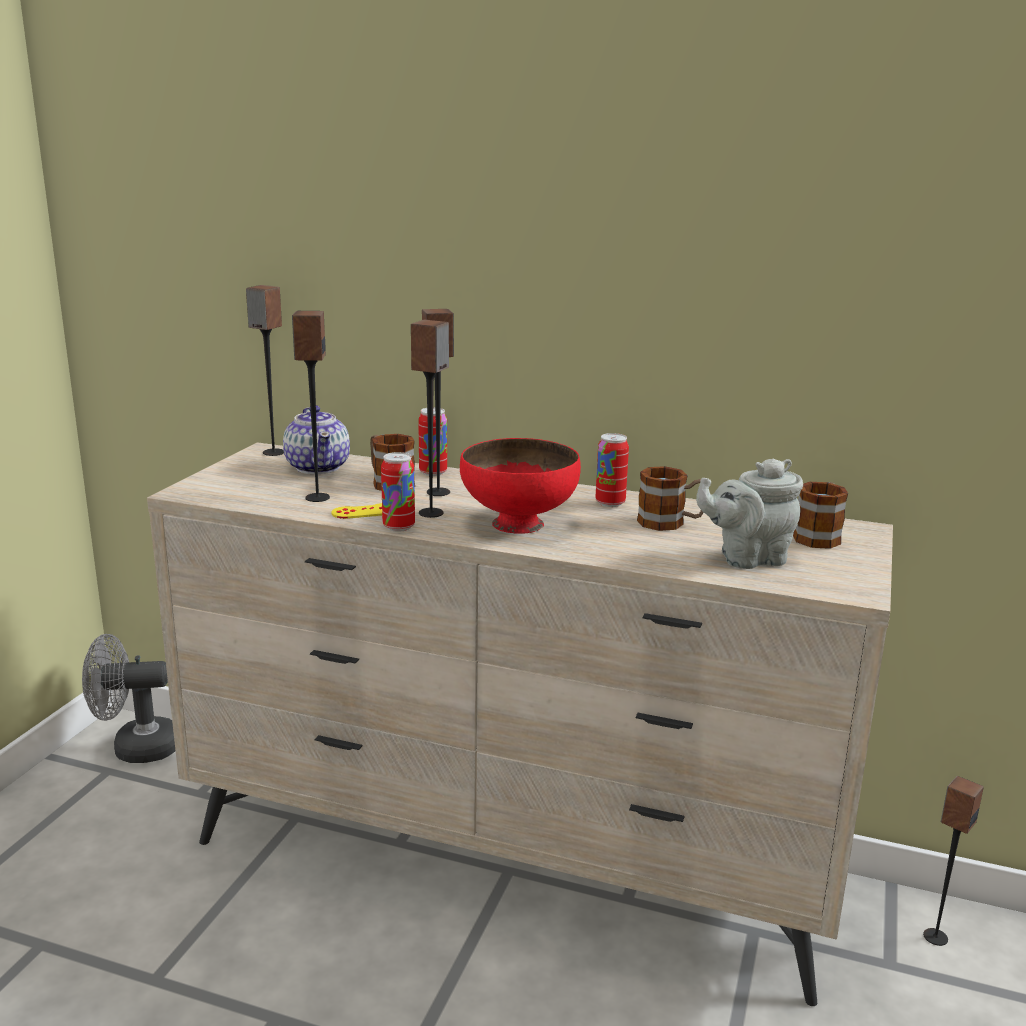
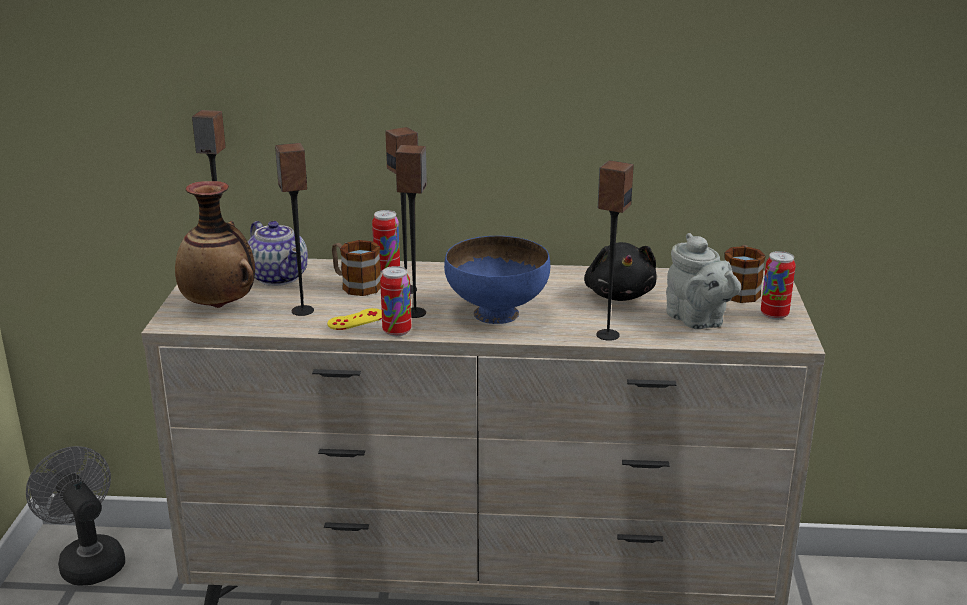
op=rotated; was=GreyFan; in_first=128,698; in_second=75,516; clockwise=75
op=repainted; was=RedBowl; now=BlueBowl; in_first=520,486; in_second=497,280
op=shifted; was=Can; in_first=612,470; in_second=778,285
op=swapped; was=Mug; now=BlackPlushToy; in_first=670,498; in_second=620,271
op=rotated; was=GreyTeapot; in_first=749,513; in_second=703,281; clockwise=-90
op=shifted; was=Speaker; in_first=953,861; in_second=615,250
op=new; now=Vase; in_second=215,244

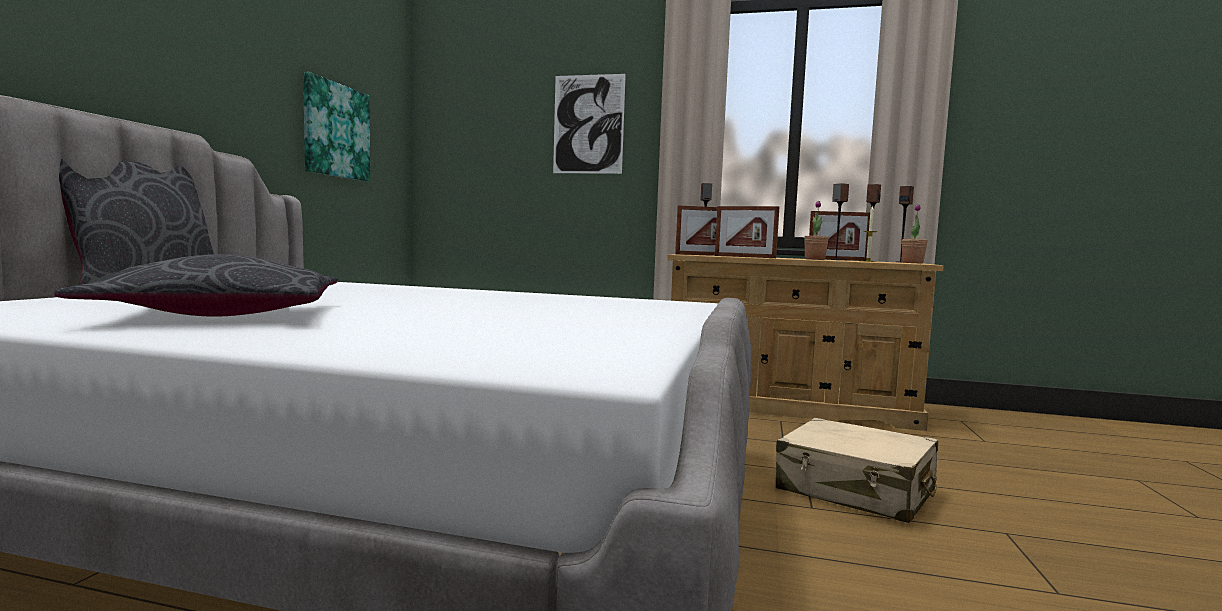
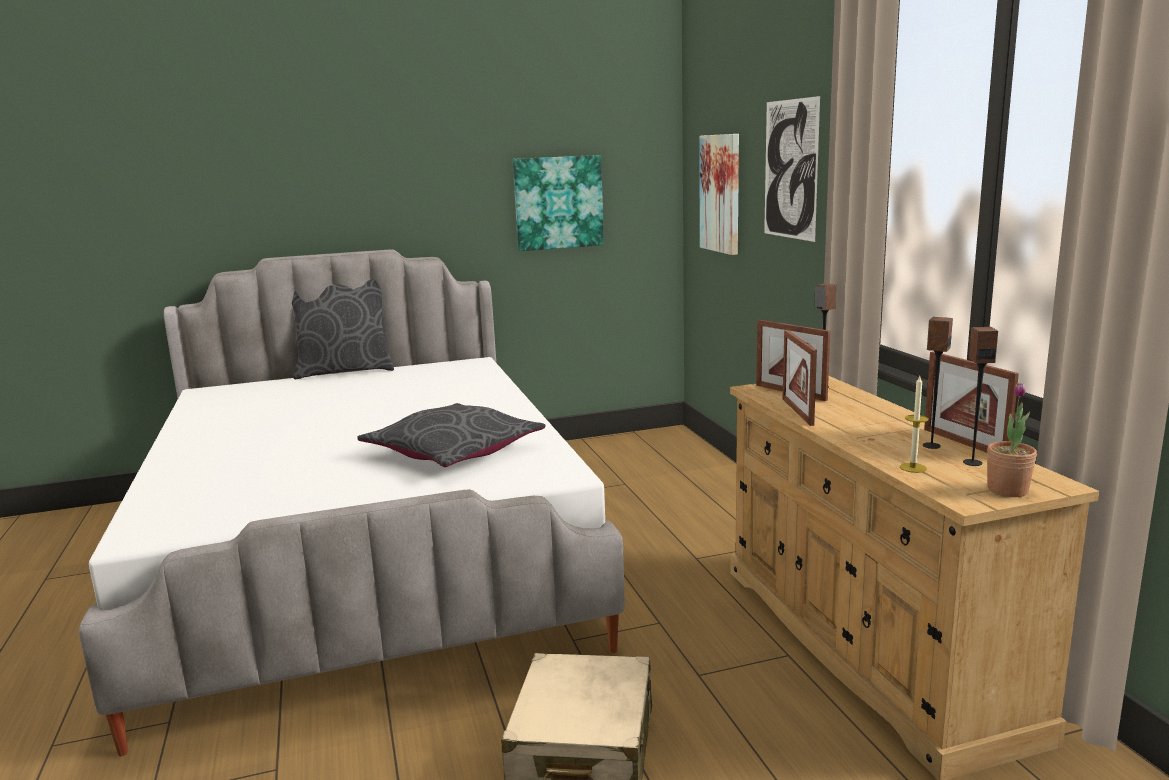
op=shifted; was=GreyPillow; in_first=196,285; in_second=451,435
op=gone; was=PottedPlant; in_first=816,230
op=gone; was=Speaker; in_first=905,224
op=new; now=Picture; in_second=719,194

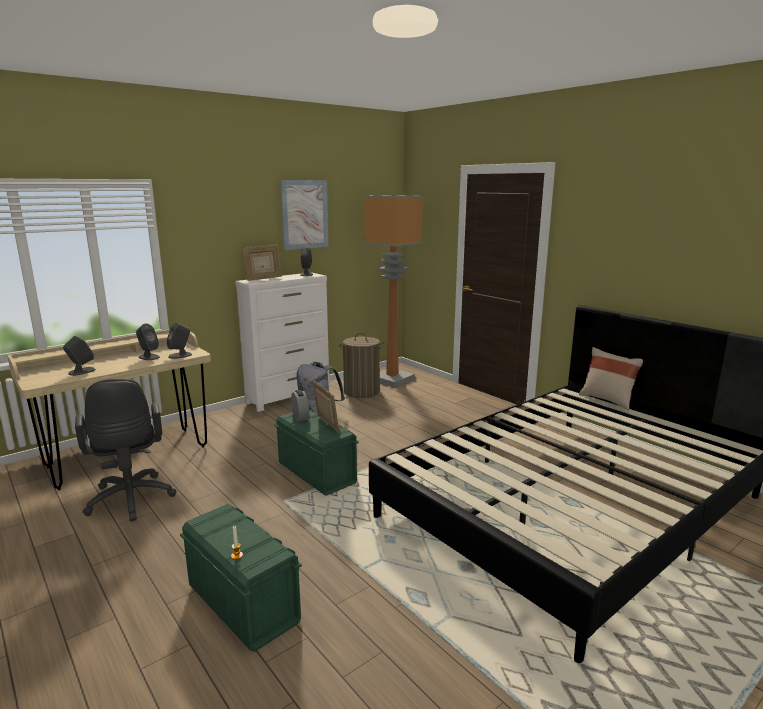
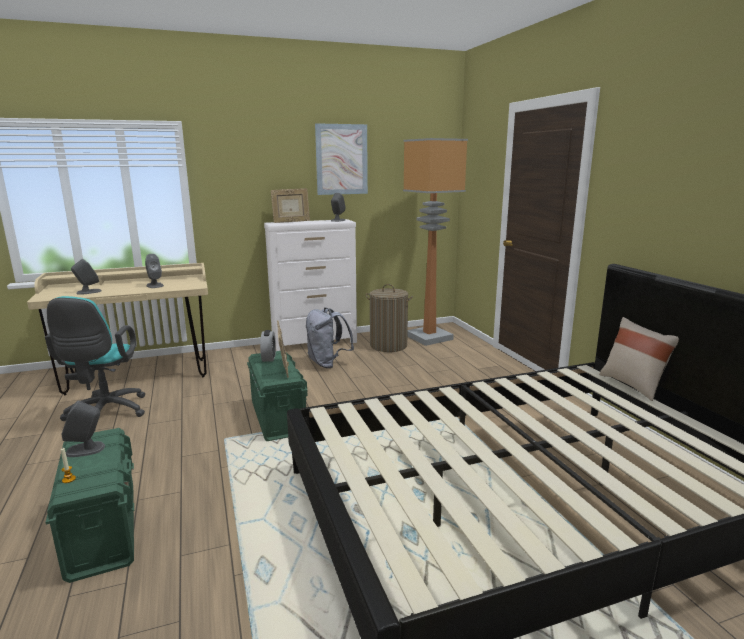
op=repainted; was=BlackOfficeChair; now=TurquoiseOfficeChair; in_first=126,450; in_second=95,363
op=shifted; was=GreySpeaker; in_first=179,340; in_second=83,428

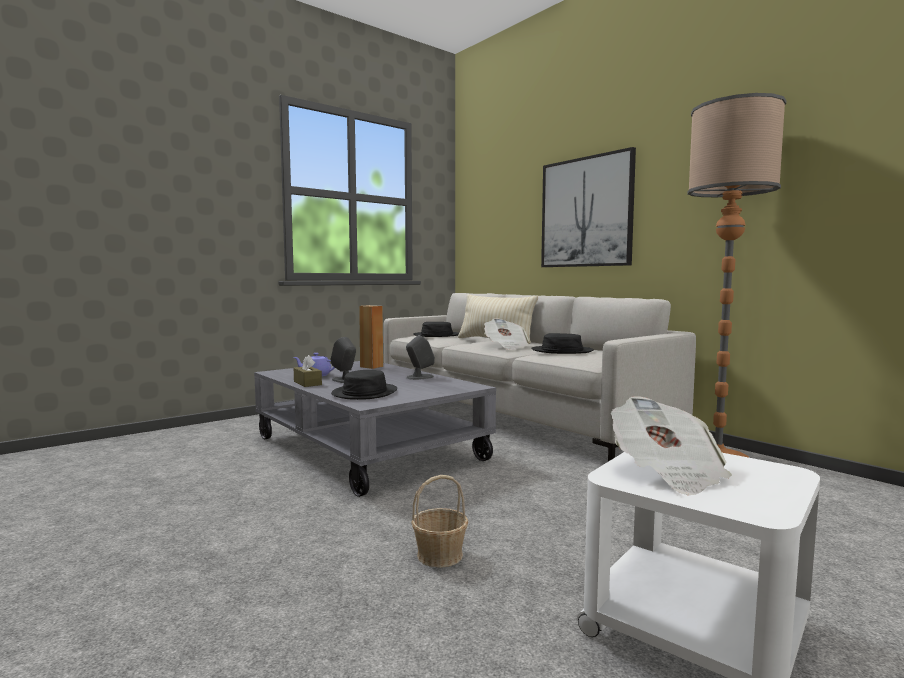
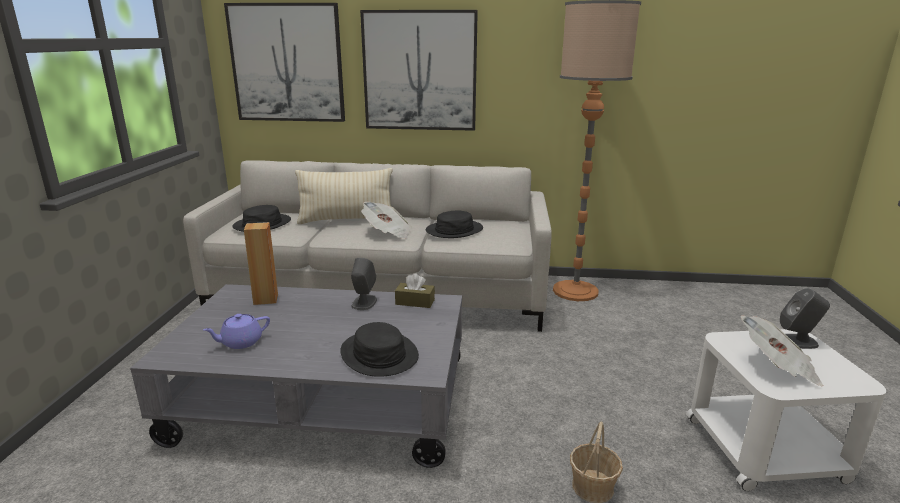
op=shifted; was=BrownTissueBox; in_first=308,371; in_second=415,290
op=shifted; was=GreySpeaker; in_first=343,360; in_second=805,318
op=new; now=Picture; in_second=284,62

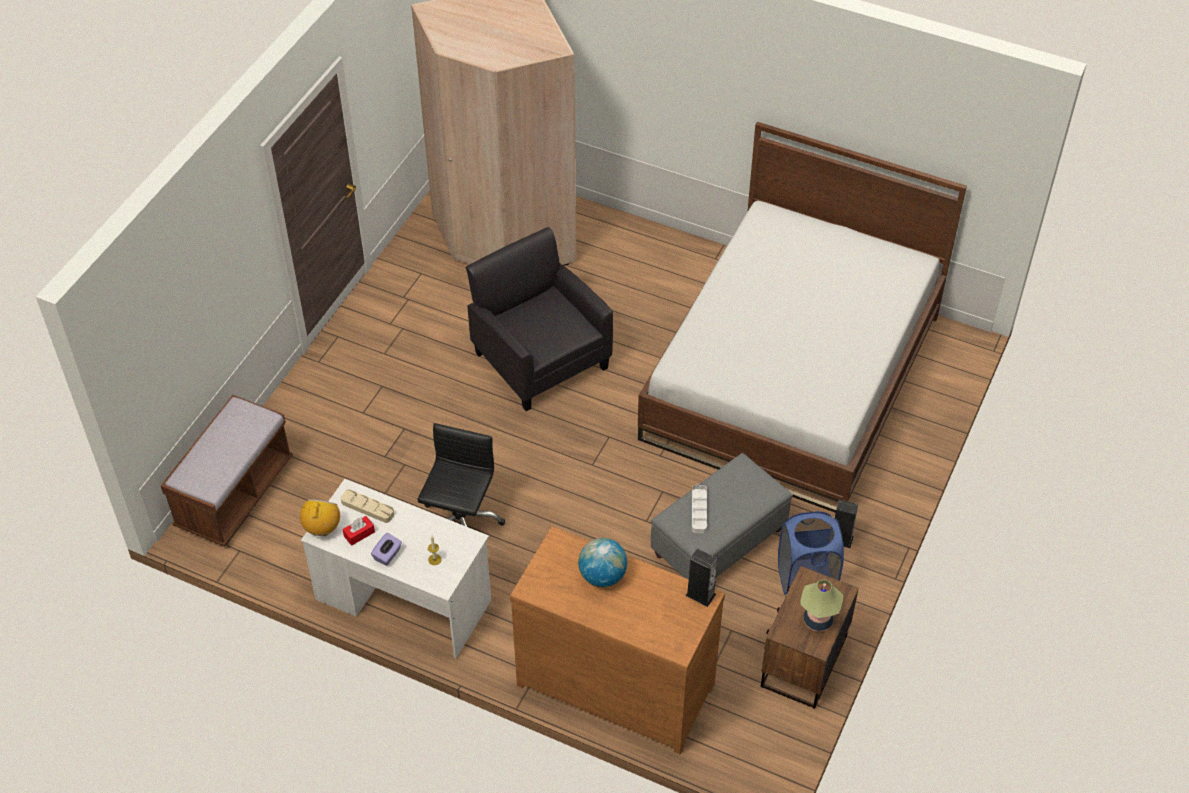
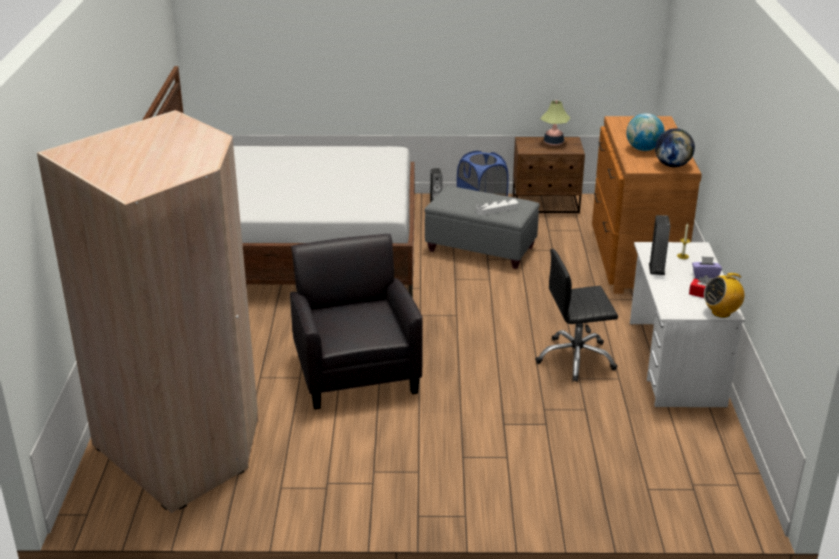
op=gone; was=BrownBench; in_first=227,471
op=gone; was=BeigeTray; in_first=367,506
op=rotated; was=BlackArmchair; in_first=539,319; in_second=356,321; clockwise=135
op=shifted; was=Speaker; in_first=701,578; in_second=659,245
op=new; now=Globe; in_second=675,147

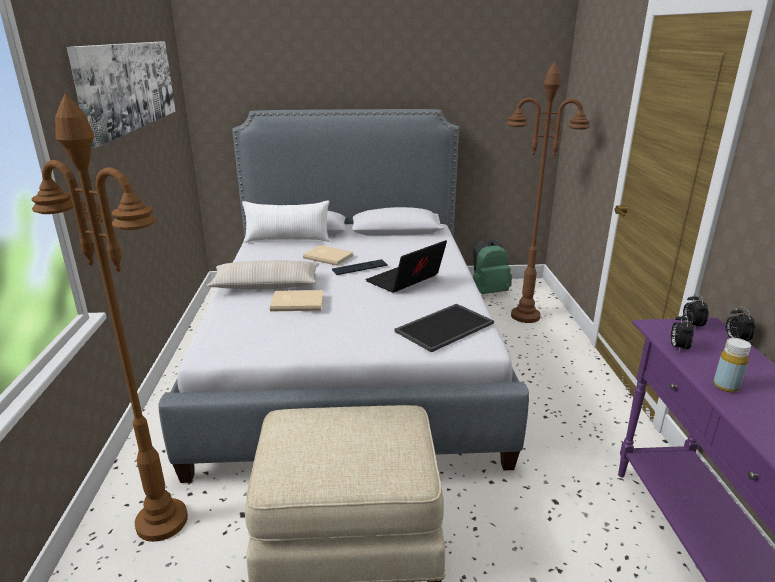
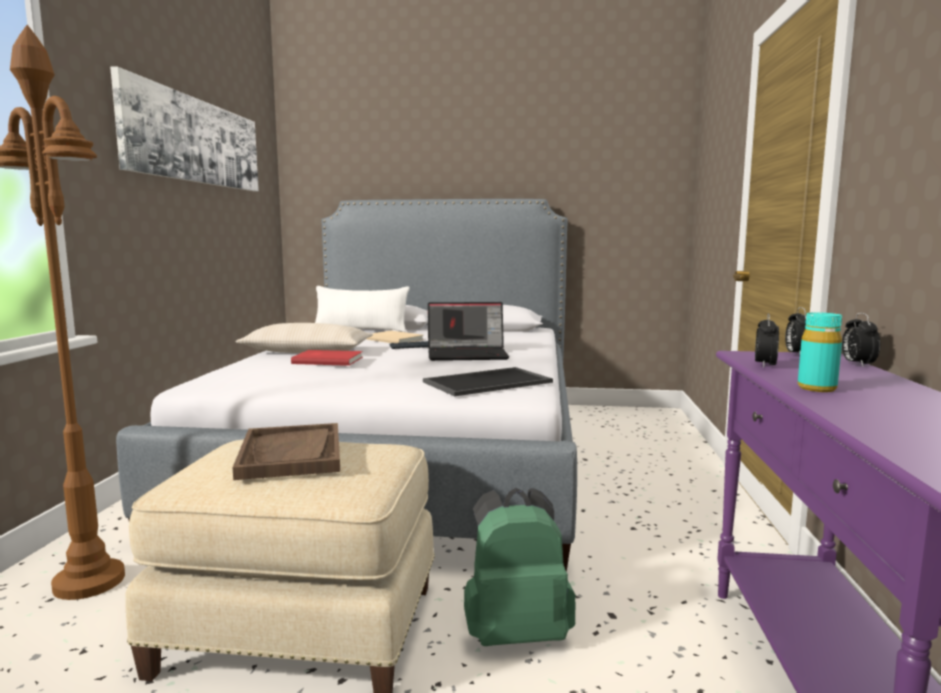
op=repainted; was=BeigeBook; now=RedBook; in_first=297,301; in_second=327,358
op=rotated; was=Laptop; in_first=406,266; in_second=468,331; clockwise=-150
op=shifted; was=GreenBackpack; in_first=492,267; in_second=520,567
op=gone; was=BrownFloorLamp; in_first=548,192
op=repainted; was=YellowBottle; now=TurquoiseBottle; in_first=732,365; in_second=820,352
op=new; now=BrownTray; in_second=286,451

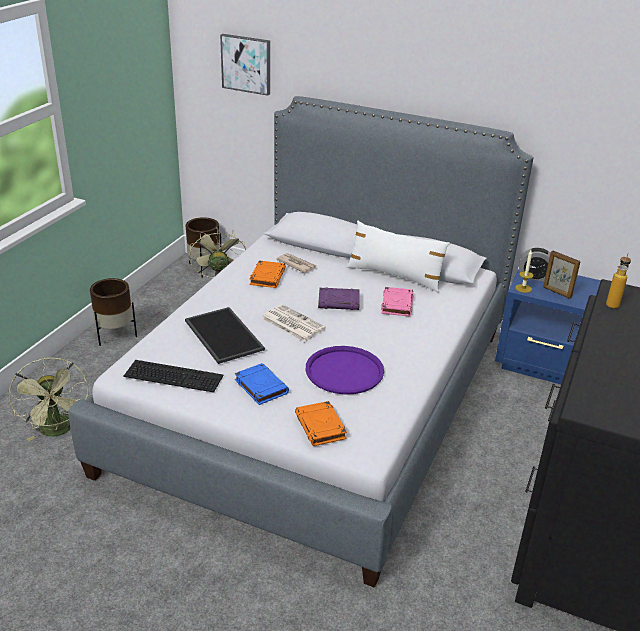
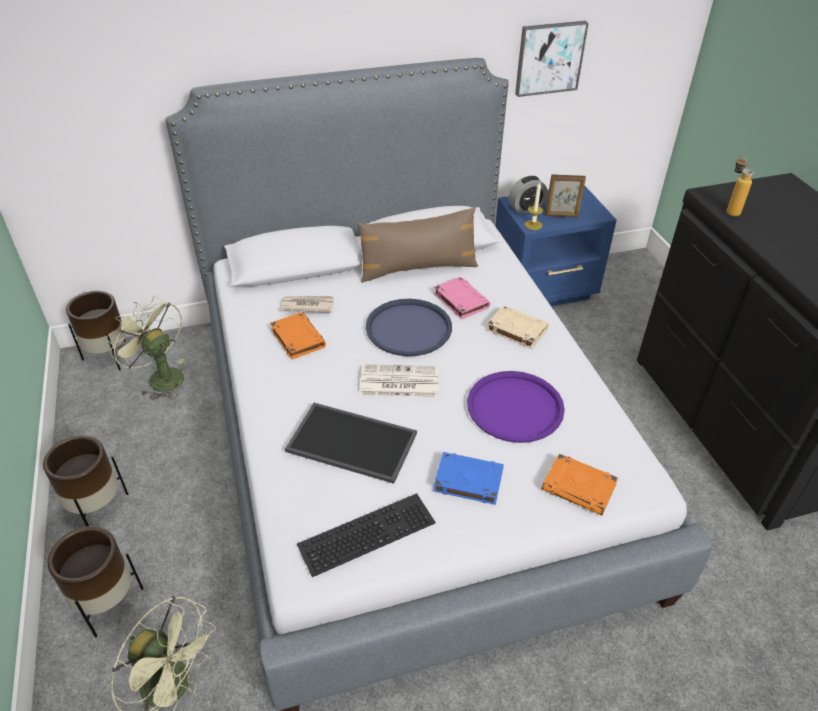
op=shifted; was=Picture; in_first=245,65; in_second=552,59
op=swapped; was=PurpleBook; now=BlueTray; in_first=339,298; in_second=409,327
op=repainted; was=WhitePillow; now=BrownPillow; in_first=398,256; in_second=417,245
op=new; now=BrownPlanter; in_second=96,581
op=new; now=BeigeBook; in_second=517,327

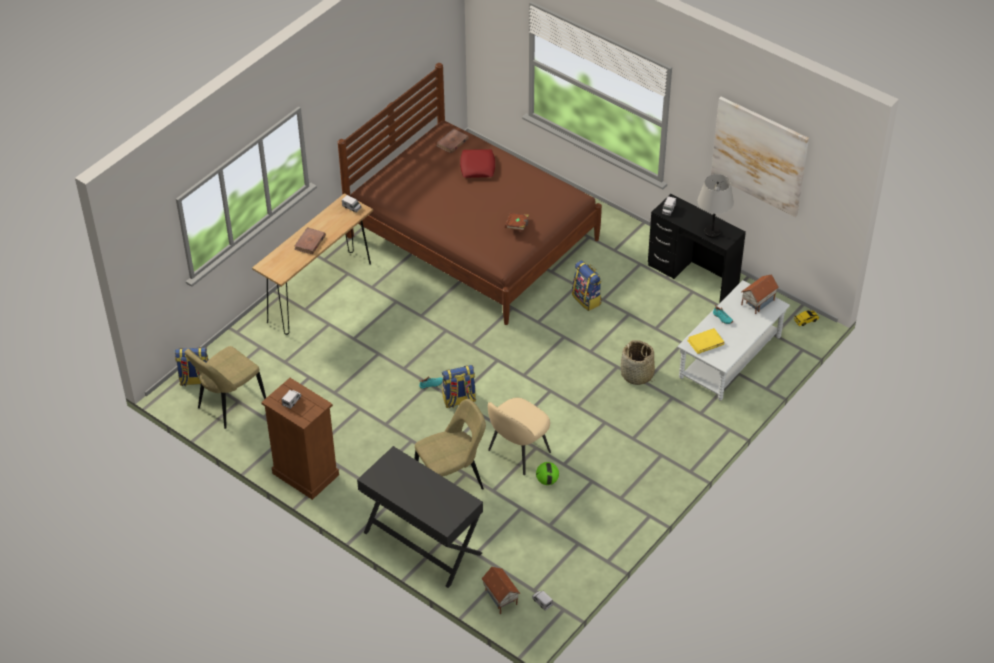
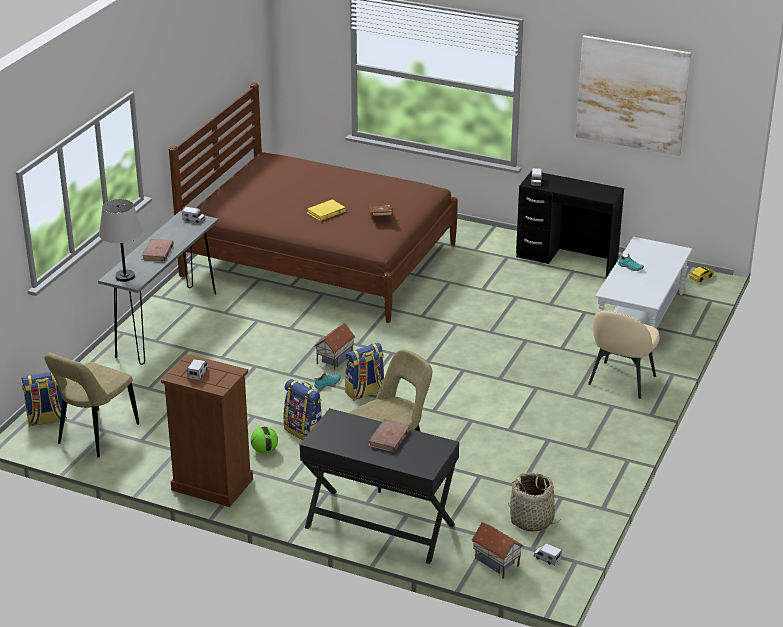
op=repainted; was=BrownConsoleTable; now=GreyConsoleTable; in_first=312,264; in_second=158,287
op=shifted; was=BrownBook; in_first=453,141; in_second=389,435
op=gone; was=RedPillow; in_first=477,163
op=shifted; was=BeigeChair; in_first=519,436; in_second=624,354
op=shifted; was=Football; in_first=547,473; in_second=264,440
op=shifted; was=Backpack; in_first=587,285; in_second=303,409
op=shifted; was=Basket; in_first=638,362; in_second=534,502
op=shifted; was=YellowBook; in_first=705,341; in_second=326,210
op=shifted; was=GreyTableLamp; in_first=716,206; in_second=120,240
op=shifted; was=ToyHouse; in_first=760,294; in_second=335,346

